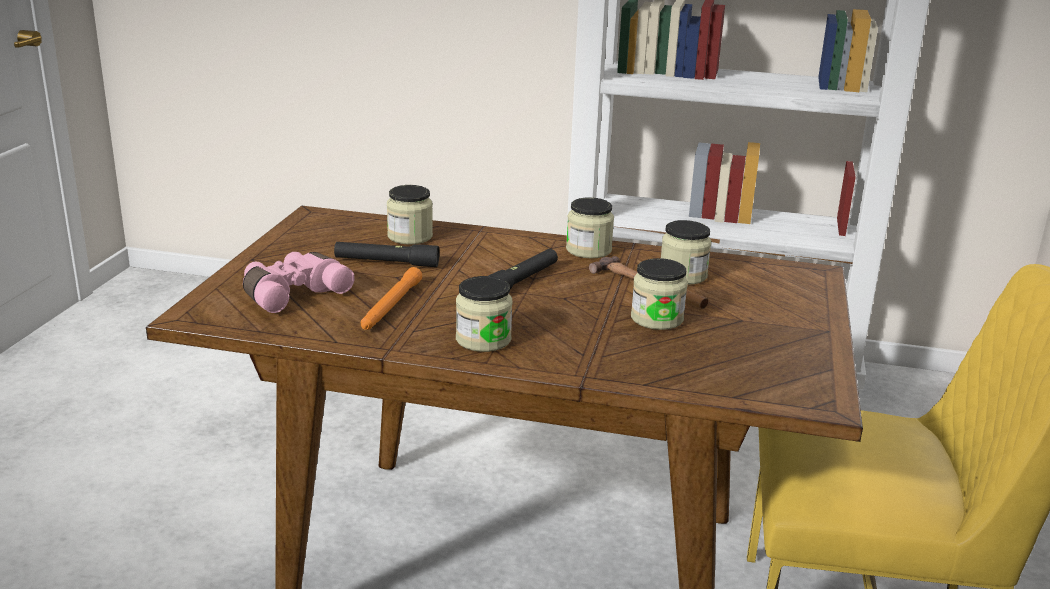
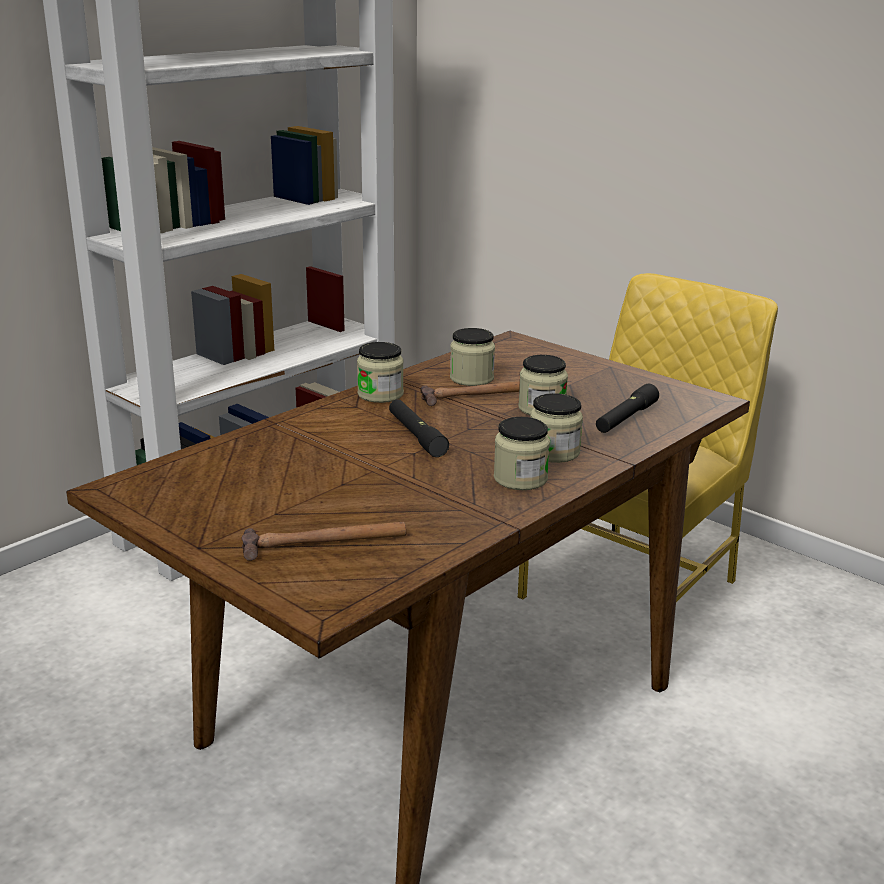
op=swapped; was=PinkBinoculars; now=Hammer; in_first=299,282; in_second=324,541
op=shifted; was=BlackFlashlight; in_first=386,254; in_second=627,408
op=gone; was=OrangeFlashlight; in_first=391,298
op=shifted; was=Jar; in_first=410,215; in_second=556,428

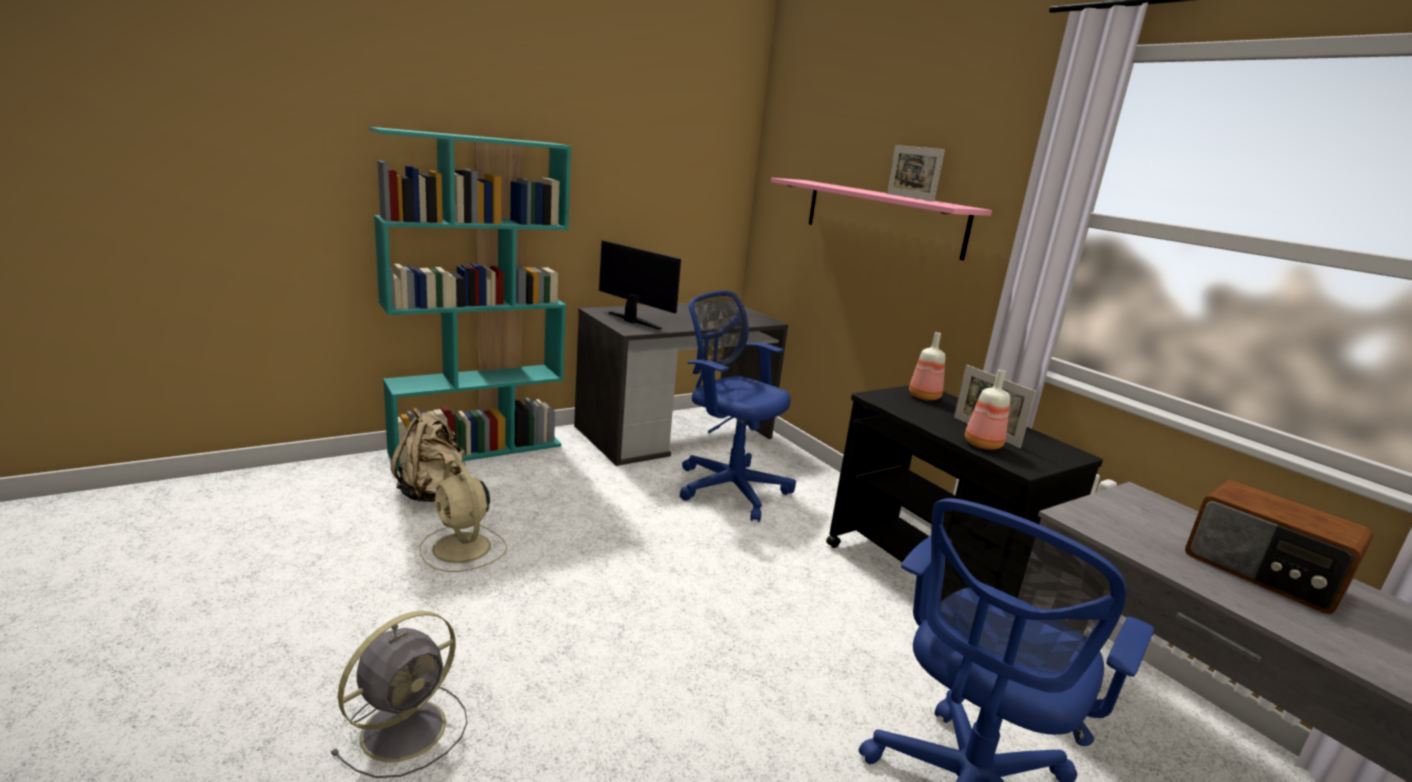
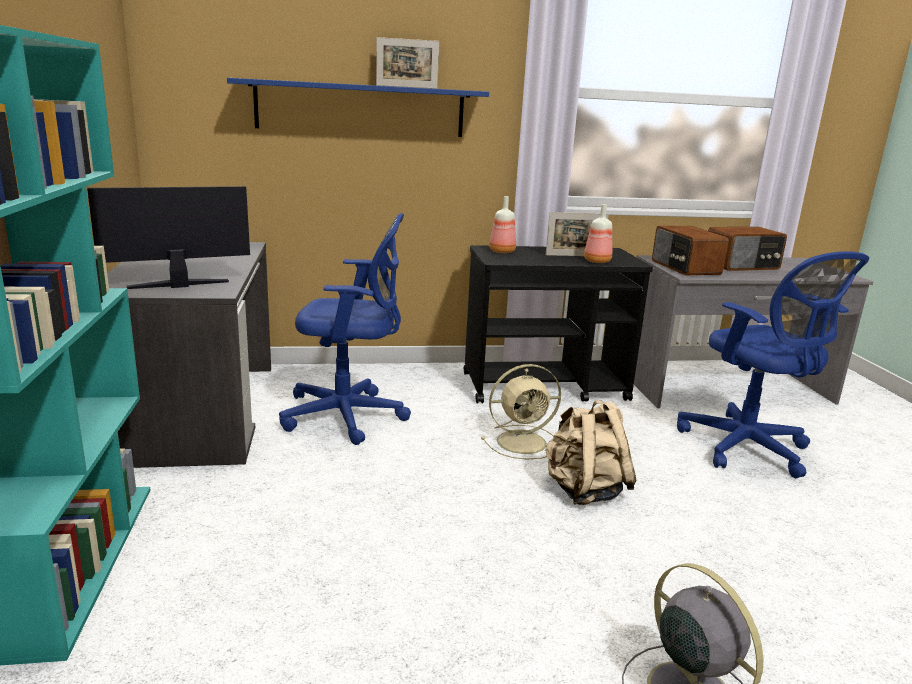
op=shifted; was=BeigeBackpack; in_first=428,455; in_second=591,452
op=shifted; was=BeigeFan; in_first=463,516; in_second=521,411
op=rotated; was=BlueOfficeChair; in_first=738,406; in_second=345,329; clockwise=-150
op=repainted; was=PinkShelf; now=BlueShelf; in_first=881,219; in_second=358,107
op=new; now=Radio; in_second=690,250

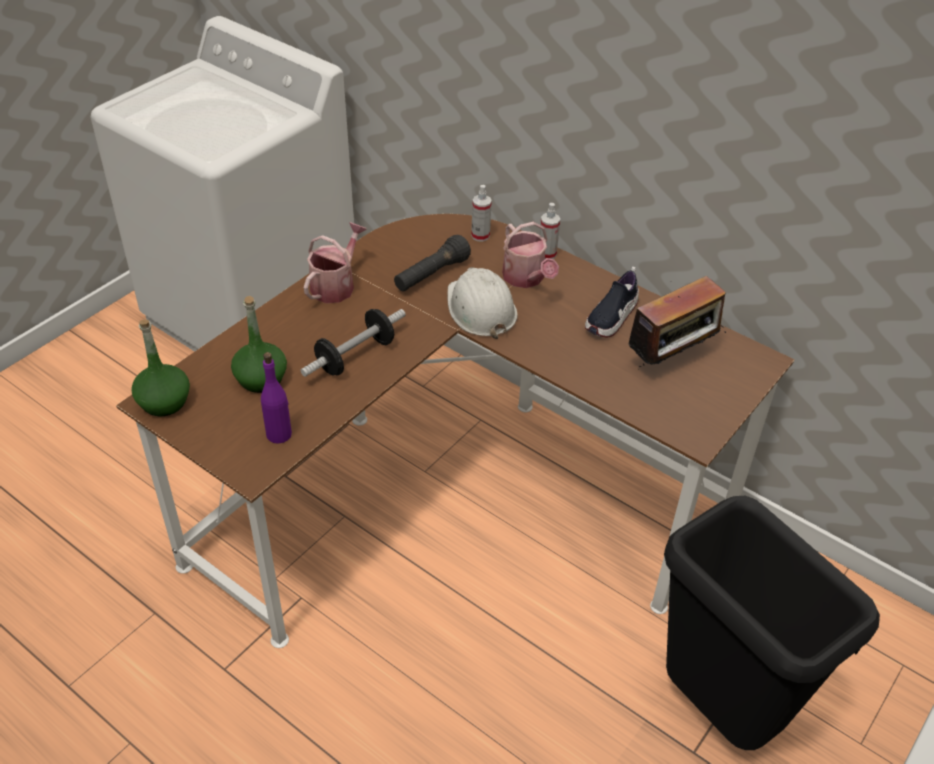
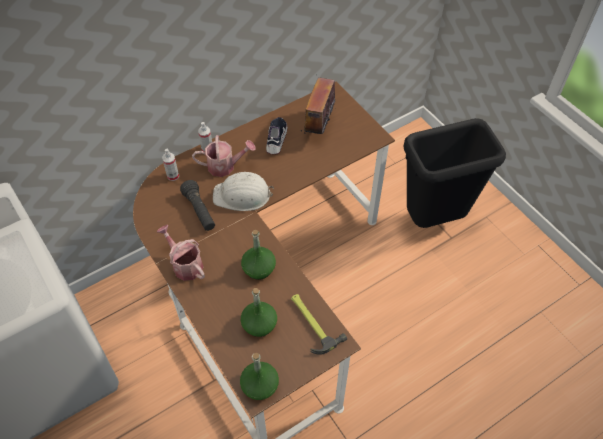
op=swapped; was=PurpleBottle; now=Hammer; in_first=276,398; in_second=319,324
op=swapped; was=Dumbbell; now=GreenBottle; in_first=353,343; in_second=258,255
op=rotated; was=Shoe; in_first=612,302; in_second=276,136; clockwise=-135
op=rotated; was=Radio; in_first=677,321; in_second=318,106; clockwise=-150

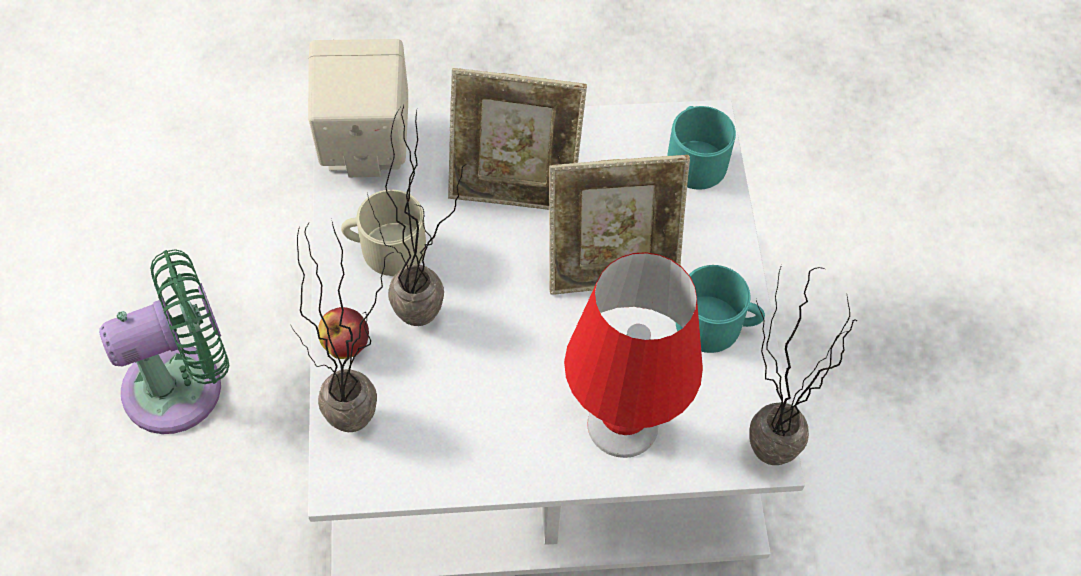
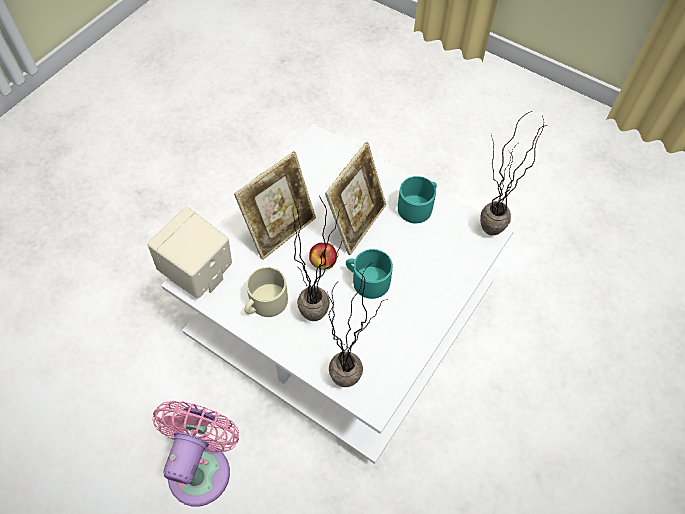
op=repainted; was=GreenFan; now=PinkFan; in_first=164,341; in_second=195,454
op=shifted; was=Apple; in_first=343,333; in_second=323,256
op=gone; was=RedTableLamp; in_first=633,355
op=shifted; was=TurquoiseMug; in_first=701,148; in_second=369,274

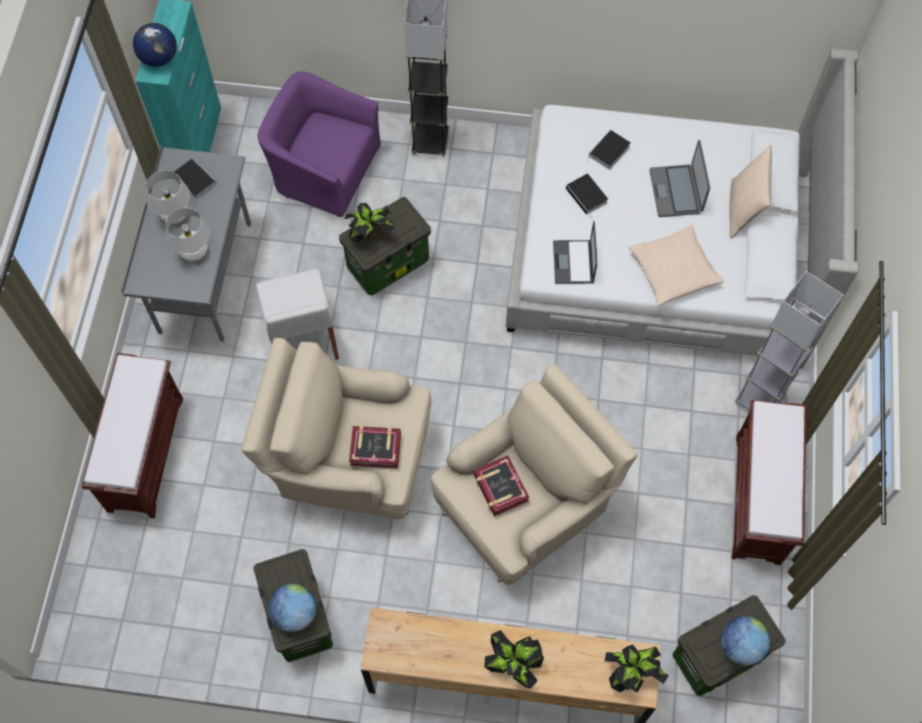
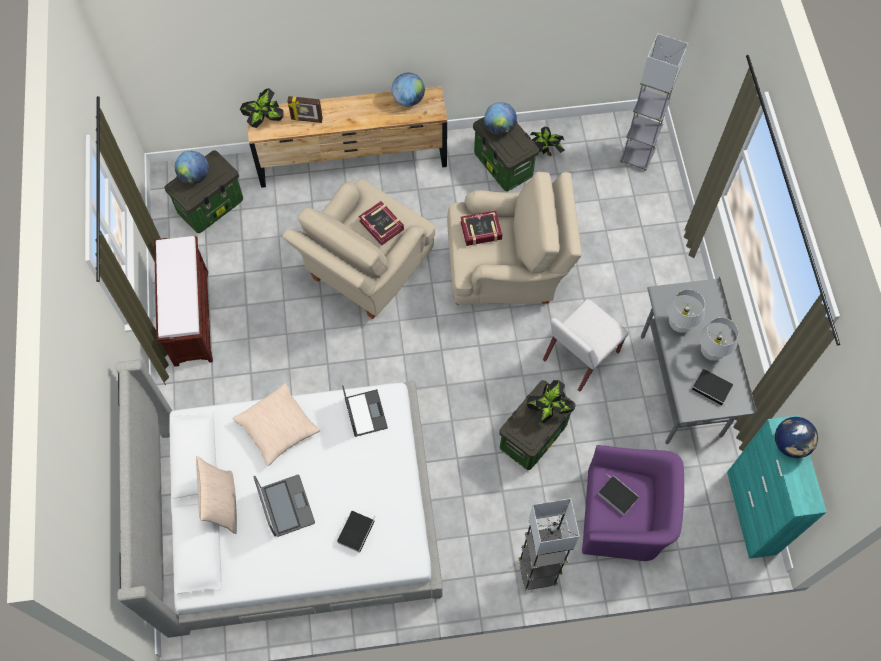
op=gone; was=BrownBench; in_first=132,435
op=rotated; was=WhiteChair; in_first=297,314; in_second=586,345; clockwise=-105
op=shifted; was=PottedPlant; in_first=514,659; in_second=547,141
op=shifted; was=Book; in_first=587,196; in_second=618,495
op=shifted; was=GreyFloorLamp; in_first=789,341; in_second=654,102
op=new; now=PictureFrame; in_second=305,109
op=new; now=Globe; in_second=408,90

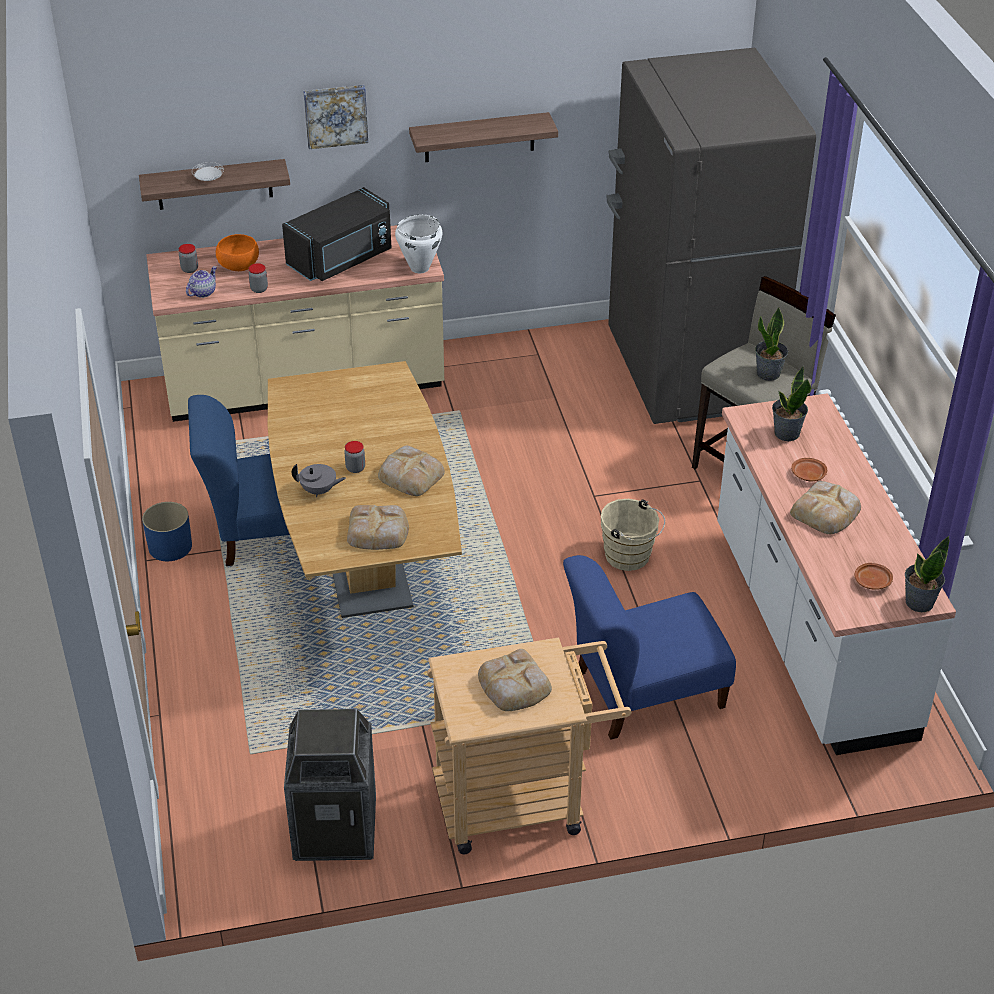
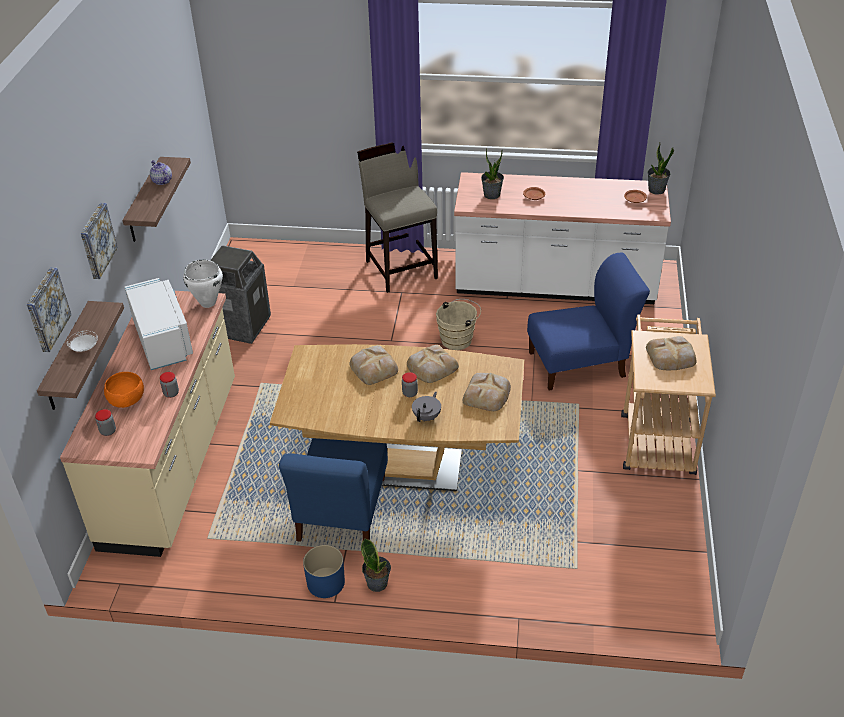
op=shifted; was=Teapot; in_first=201,282; in_second=161,172
op=repainted; was=BlackMicrowave; now=WhiteMicrowave; in_first=336,234; in_second=159,324
op=shifted; was=TrashCan; in_first=330,785; in_second=240,294
op=rotated; was=BlueChair; in_first=649,647; in_second=588,321; clockwise=-105
op=gone; was=GreyFridge; in_first=711,236
op=shifted; was=PottedPlant; in_first=771,344; in_second=376,565
op=shifted; was=Bread; in_first=825,507; in_second=373,365
op=new; now=Picture; in_second=49,309

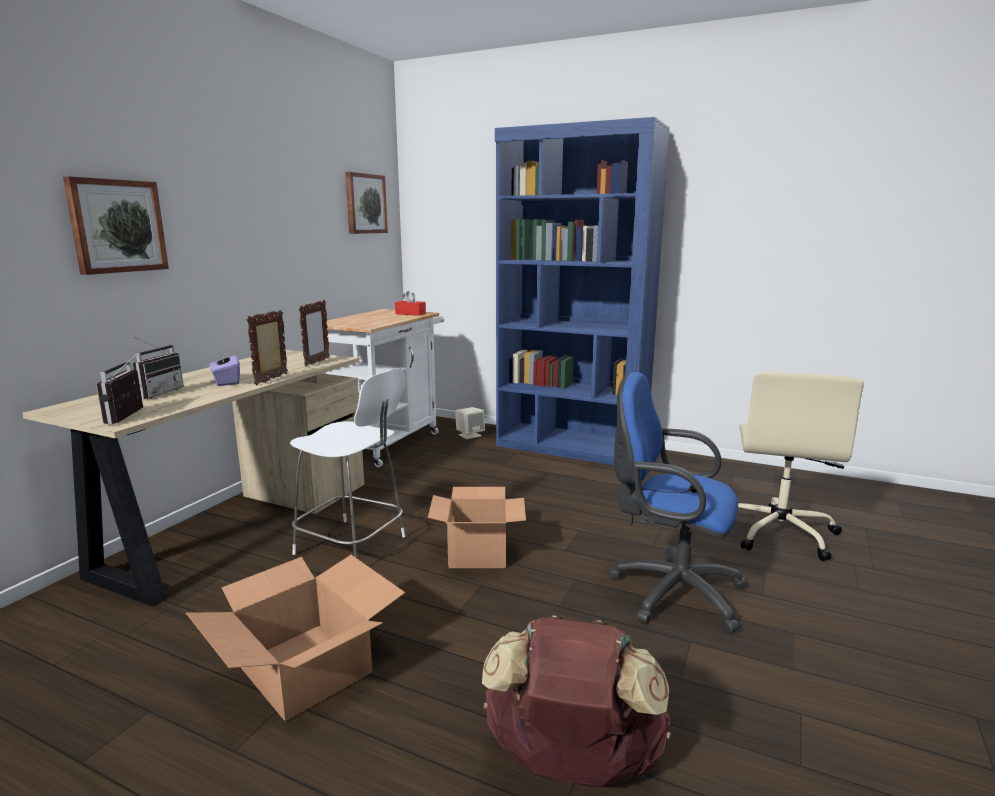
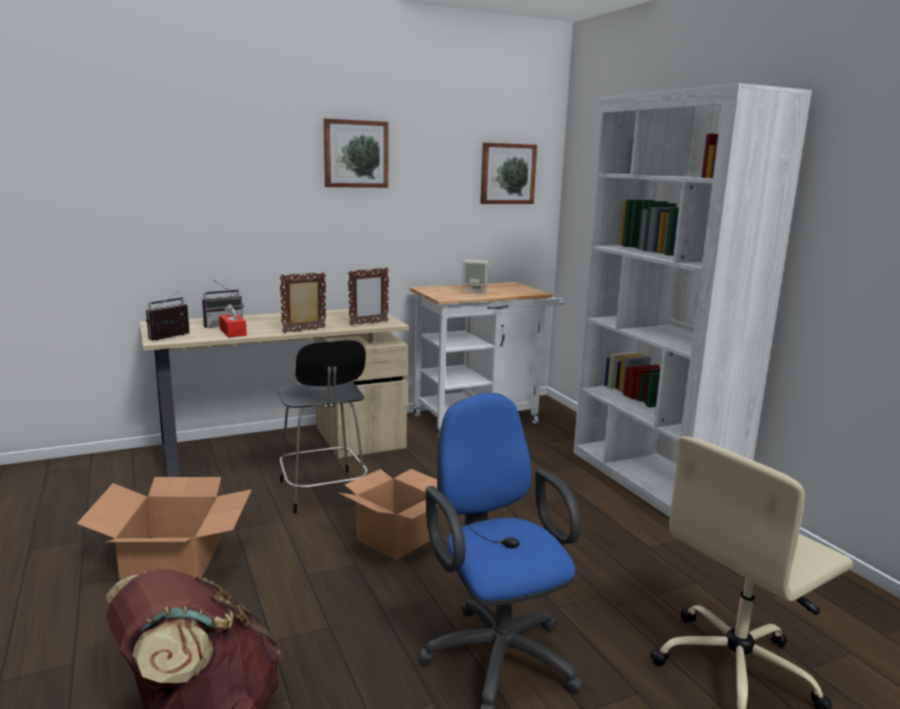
op=shifted; was=Picture; in_first=116,225; in_second=356,153
op=gone; was=PurpleTissueBox; in_first=225,367
op=repainted; was=WhiteChair; now=BlackChair; in_first=348,463; in_second=323,427
op=shifted; was=RedTissueBox; in_first=410,303; in_second=233,321
op=shifted; was=BeigeSpeaker; in_first=470,423; in_second=475,276
op=repainted; was=BlueBookcase; now=WhiteBookcase; in_first=582,291; in_second=692,300

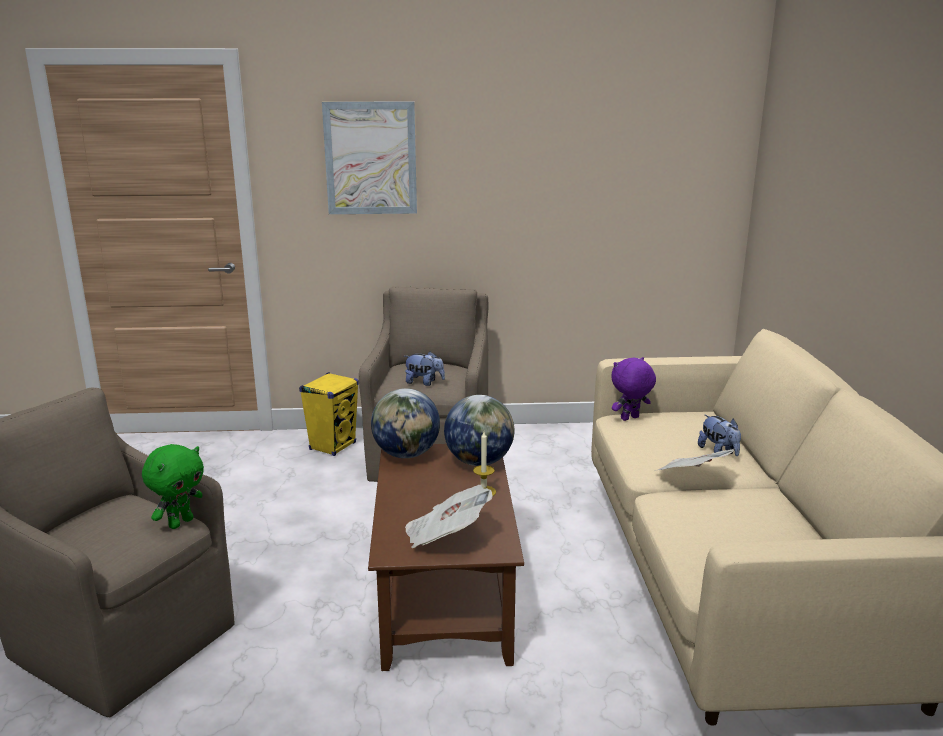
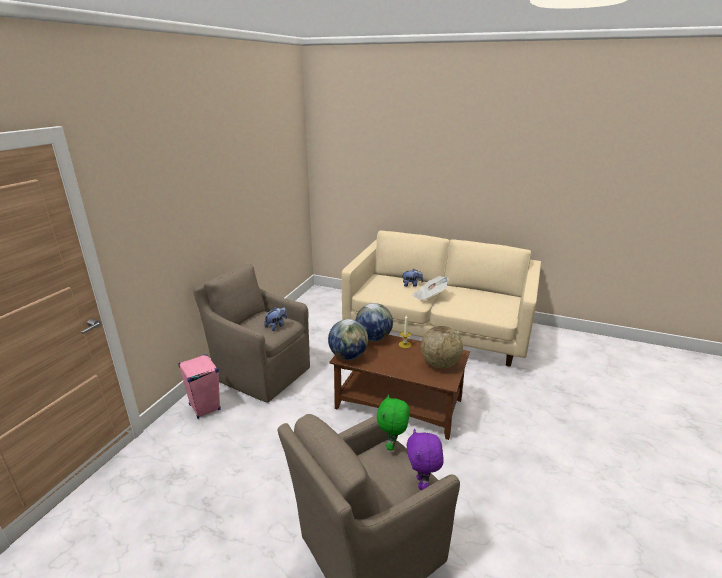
op=rotated; was=GreenPlushToy; in_first=173,486; in_second=393,422; clockwise=-135
op=repainted; was=YellowSpeaker; now=PinkSpeaker; in_first=329,414; in_second=199,386
op=gone; was=Picture; in_first=369,158
op=swapped; was=Newspaper; now=Globe; in_first=448,516; in_second=442,347
op=shifted; was=PurplePlushToy; in_first=633,389; in_second=425,459

